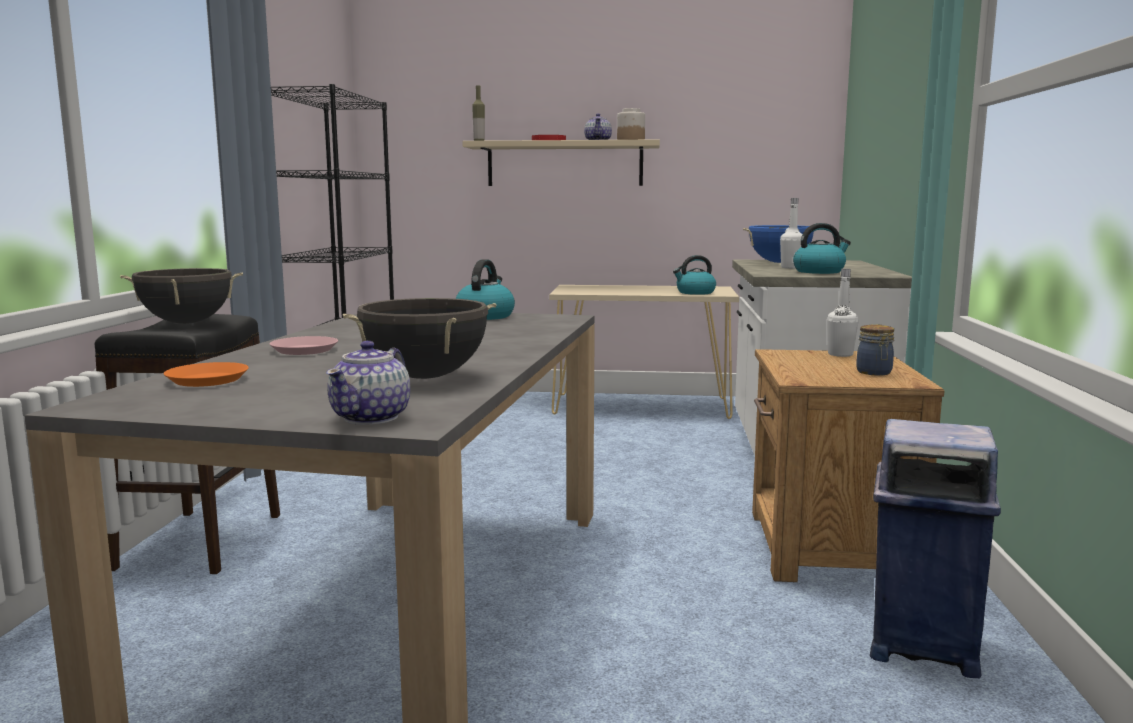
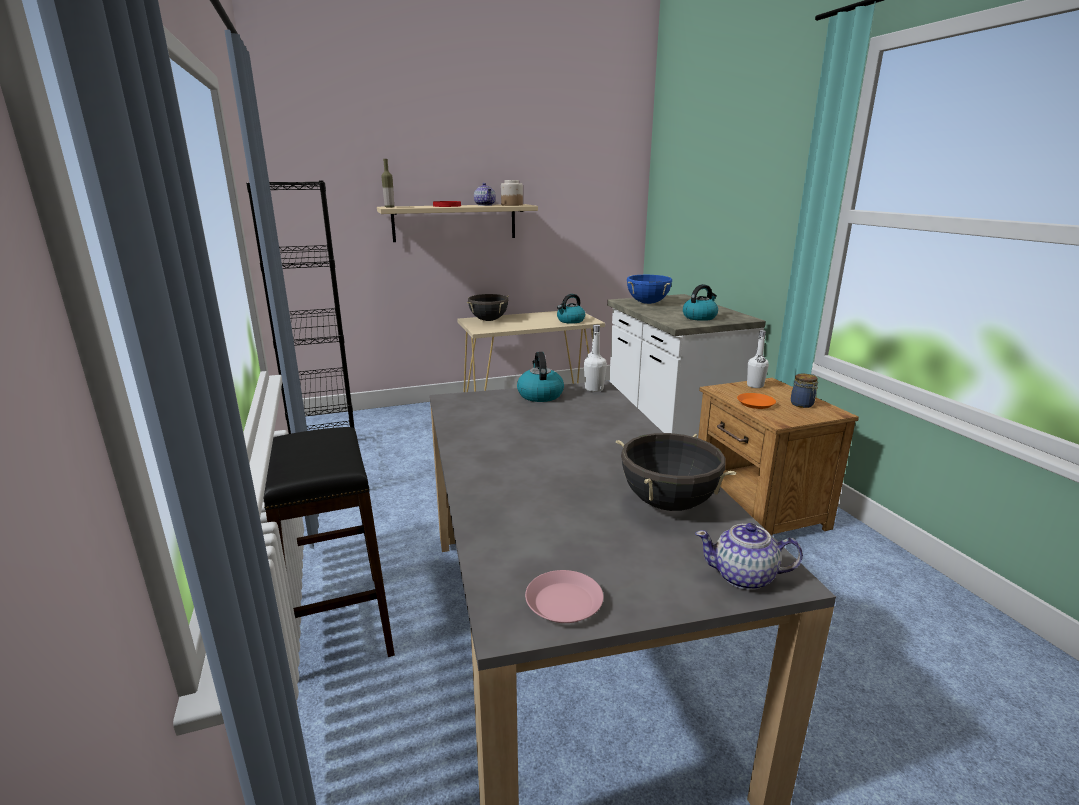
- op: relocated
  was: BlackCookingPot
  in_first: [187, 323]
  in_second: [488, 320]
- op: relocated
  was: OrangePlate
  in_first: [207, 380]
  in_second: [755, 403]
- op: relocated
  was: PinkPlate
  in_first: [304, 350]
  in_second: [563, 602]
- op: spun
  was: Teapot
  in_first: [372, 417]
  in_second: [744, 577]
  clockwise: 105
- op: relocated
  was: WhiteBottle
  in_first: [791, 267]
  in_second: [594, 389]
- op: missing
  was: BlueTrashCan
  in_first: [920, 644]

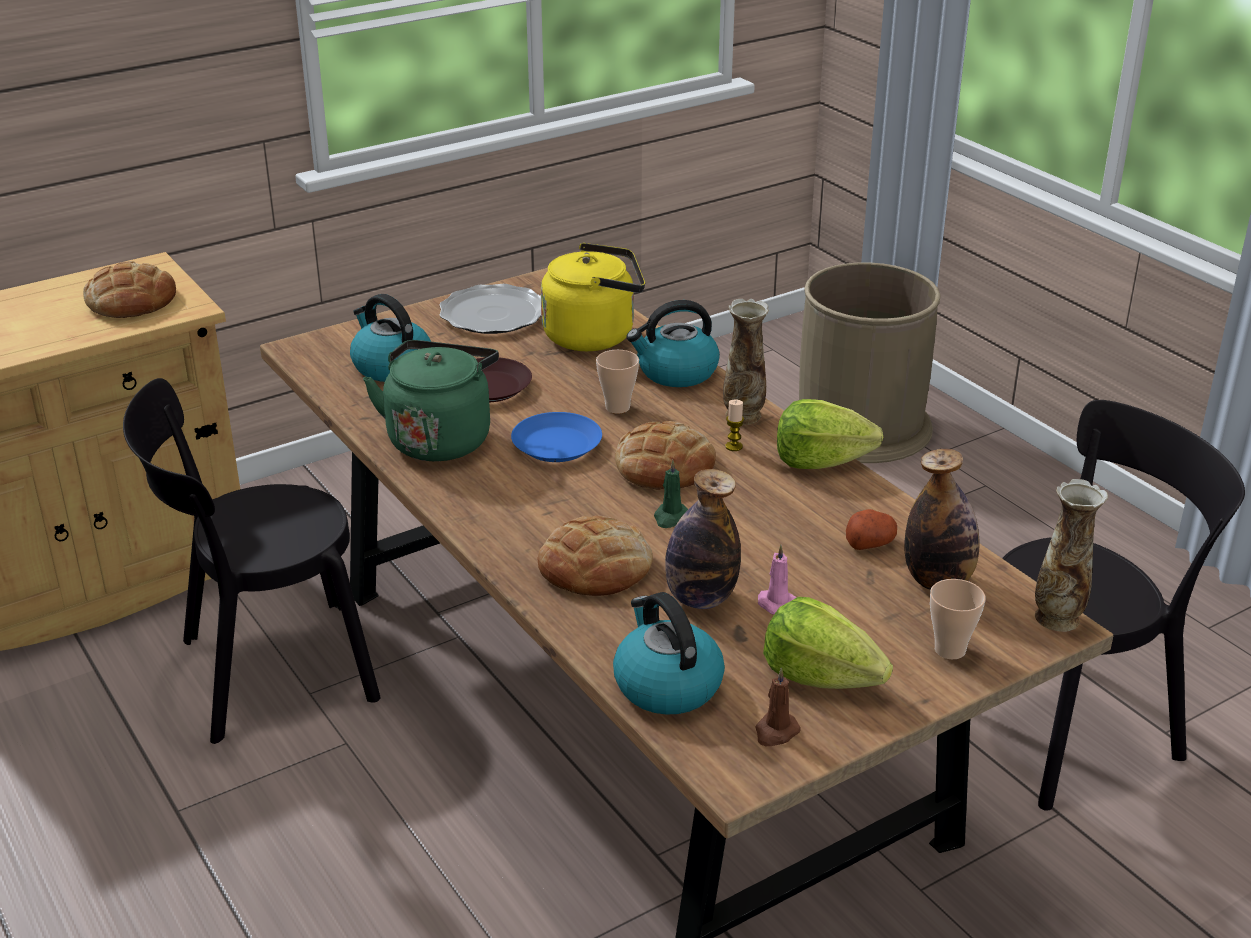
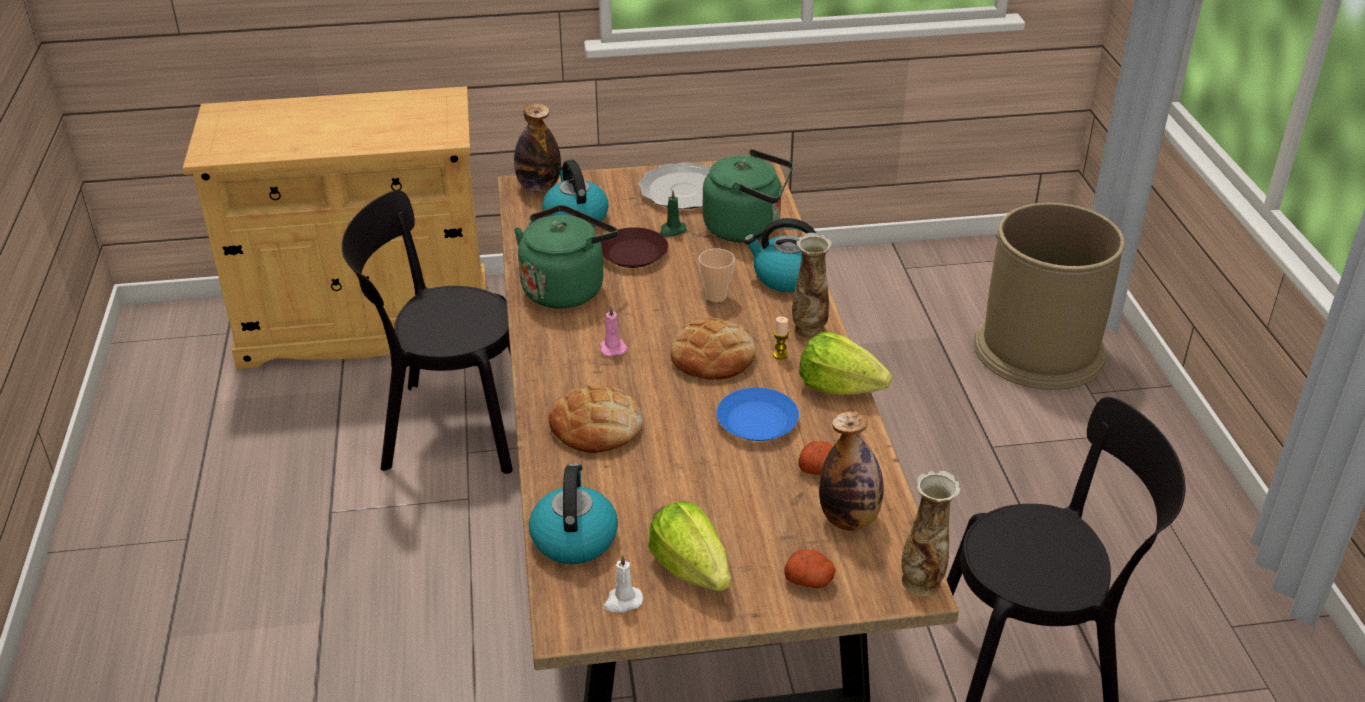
- op: missing
  was: Bread
  in_first: [131, 300]
- op: relocated
  was: BluePlate
  in_first: [558, 445]
  in_second: [758, 421]
- op: colour
  was: YellowKettle
  now: GreenKettle
  in_first: [594, 335]
  in_second: [747, 228]
- op: relocated
  was: GreenCandle
  in_first: [671, 517]
  in_second: [672, 231]
- op: relocated
  was: Bottle
  in_first: [700, 598]
  in_second: [539, 187]
- op: colour
  was: BrownCandle
  now: WhiteCandle
  in_first: [775, 732]
  in_second: [622, 601]
- op: relocated
  was: PinkCandle
  in_first: [775, 603]
  in_second: [612, 348]
- op: exchanged
  was: Cup
  now: Potato
  in_first: [950, 650]
  in_second: [809, 580]

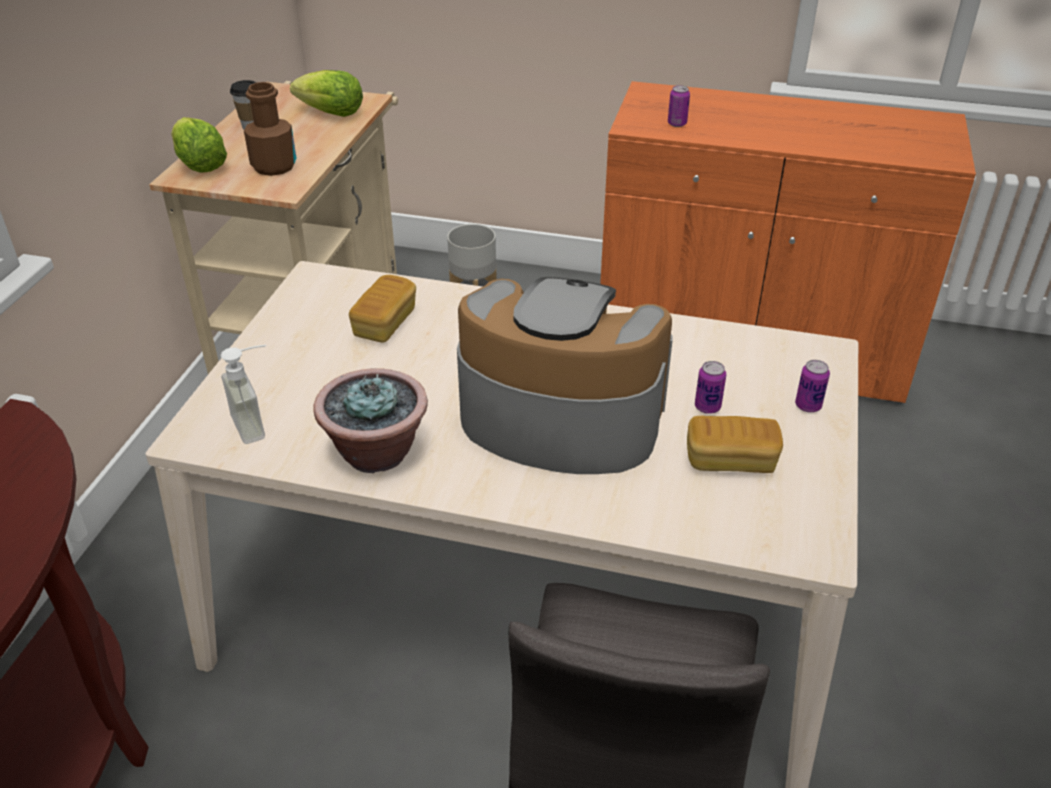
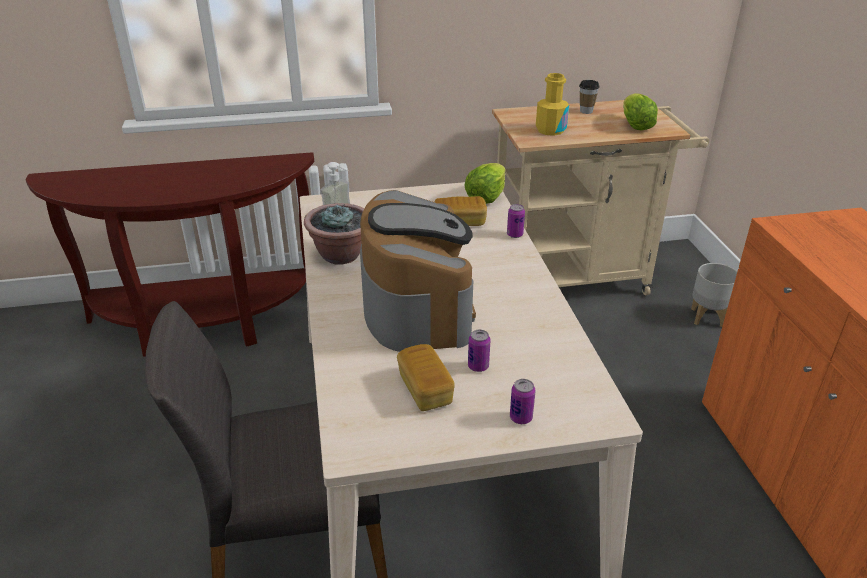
- op: relocated
  was: Lettuce
  in_first: [200, 165]
  in_second: [485, 197]
- op: colour
  was: BrownBottle
  now: YellowBottle
  in_first: [274, 166]
  in_second: [550, 130]
- op: relocated
  was: Can
  in_first: [677, 124]
  in_second: [514, 234]

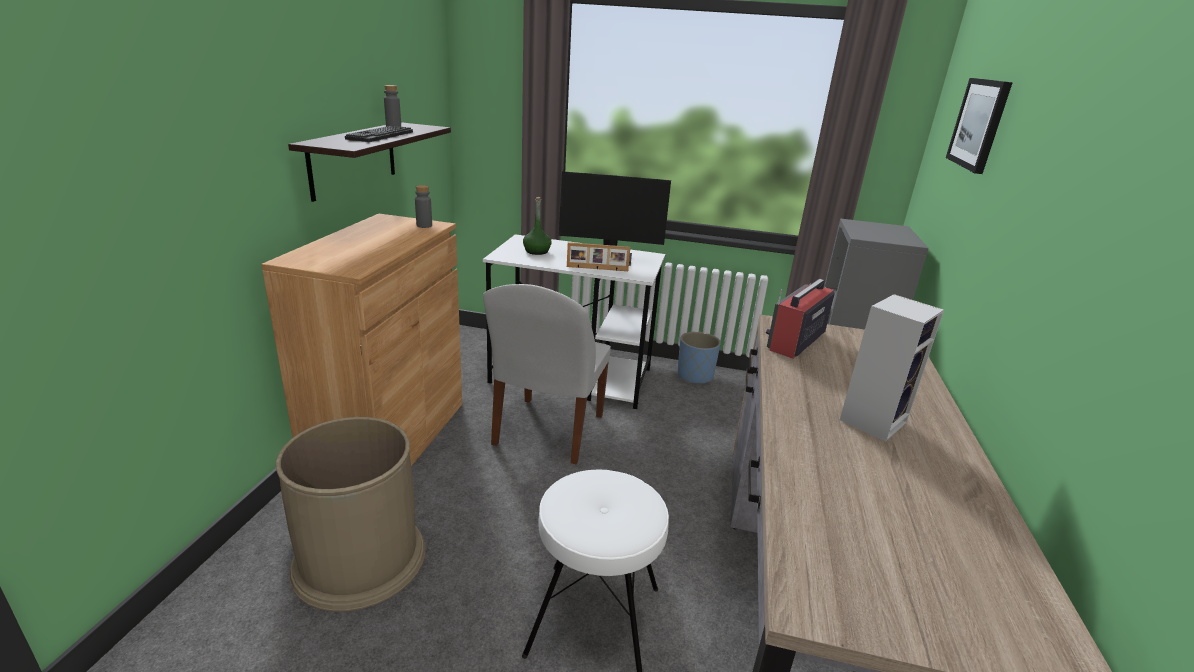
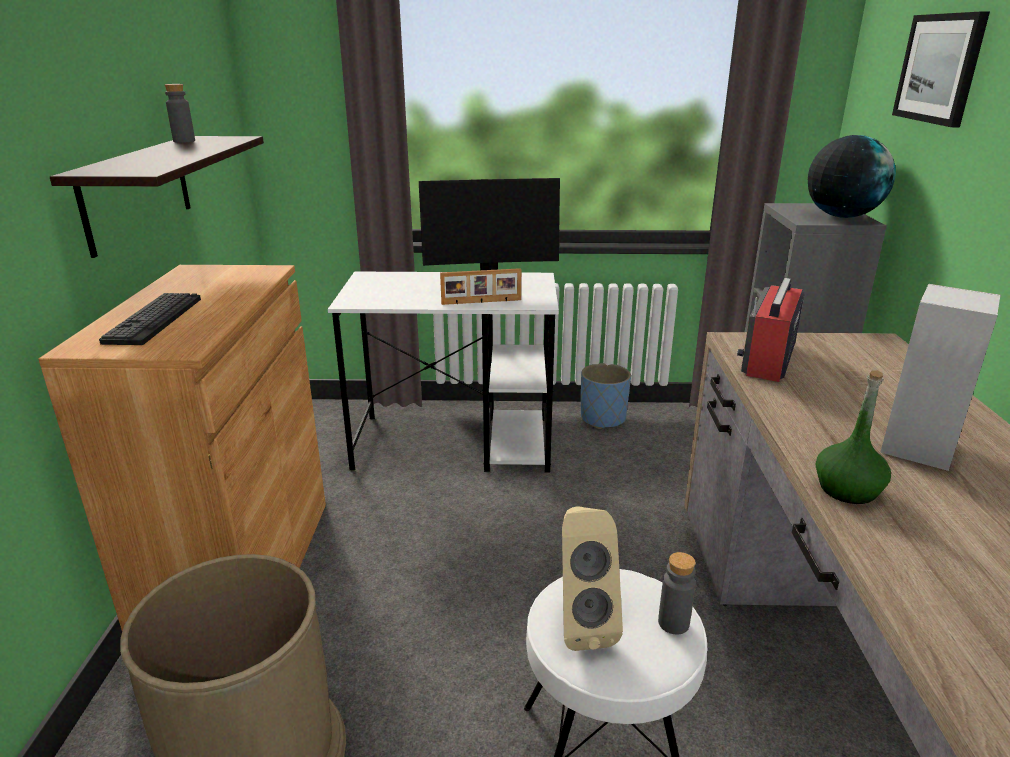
- op: relocated
  was: Keyboard
  in_first: [380, 135]
  in_second: [154, 320]
- op: relocated
  was: GreyBottle
  in_first: [424, 225]
  in_second: [673, 623]
- op: missing
  was: WhiteChair
  in_first: [547, 432]
- op: relocated
  was: GreenBottle
  in_first: [537, 251]
  in_second: [847, 490]
- op: appeared
  now: BeigeSpeaker
  in_second: [581, 624]
- op: appeared
  now: Globe
  in_second: [841, 216]

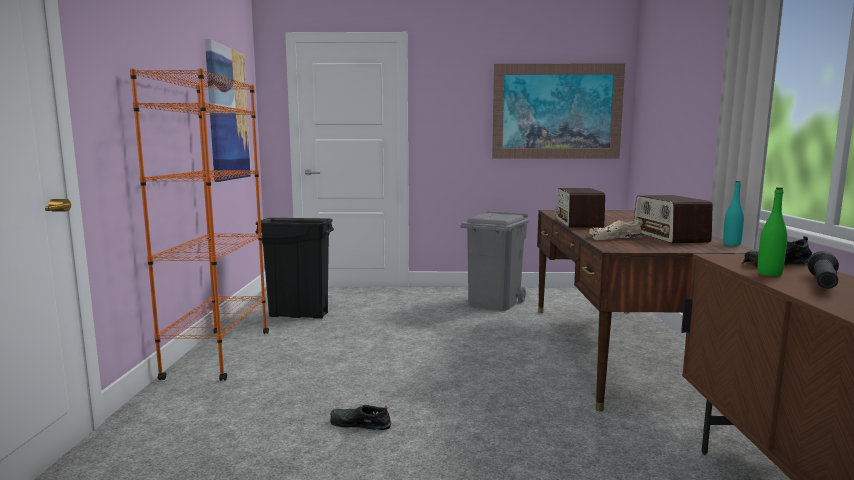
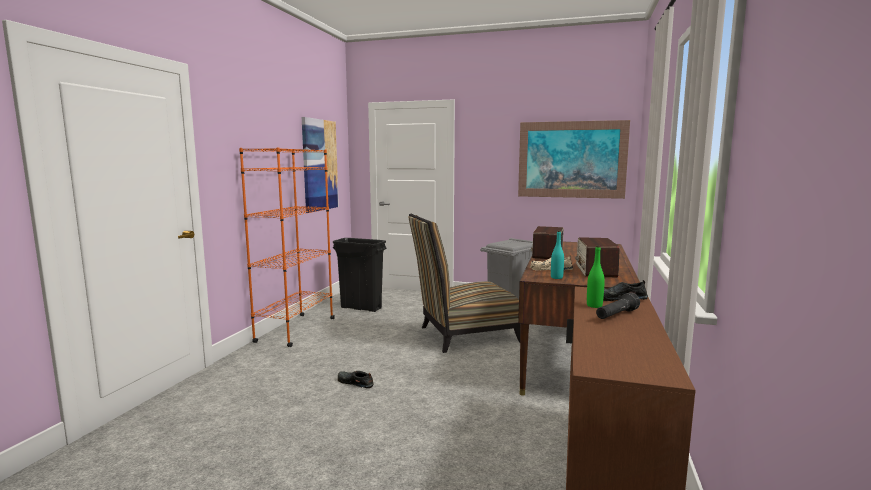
- op: relocated
  was: TurquoiseBottle
  in_first: [731, 244]
  in_second: [556, 277]
- op: appeared
  now: Chair
  in_second: [463, 335]

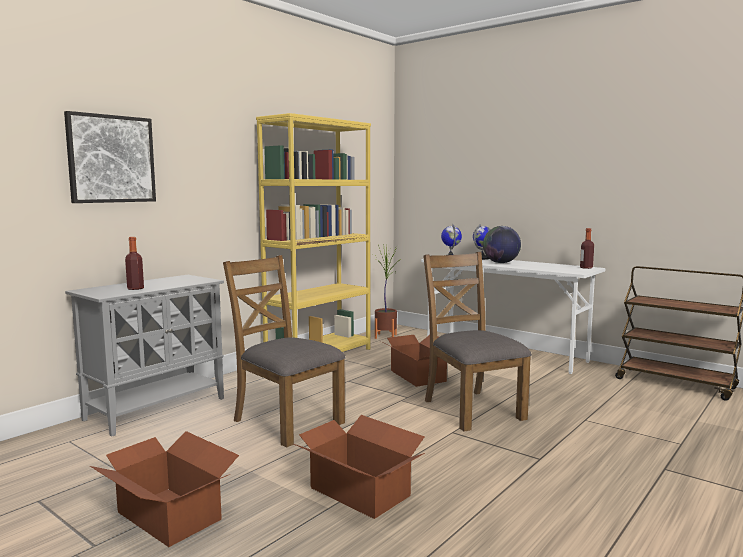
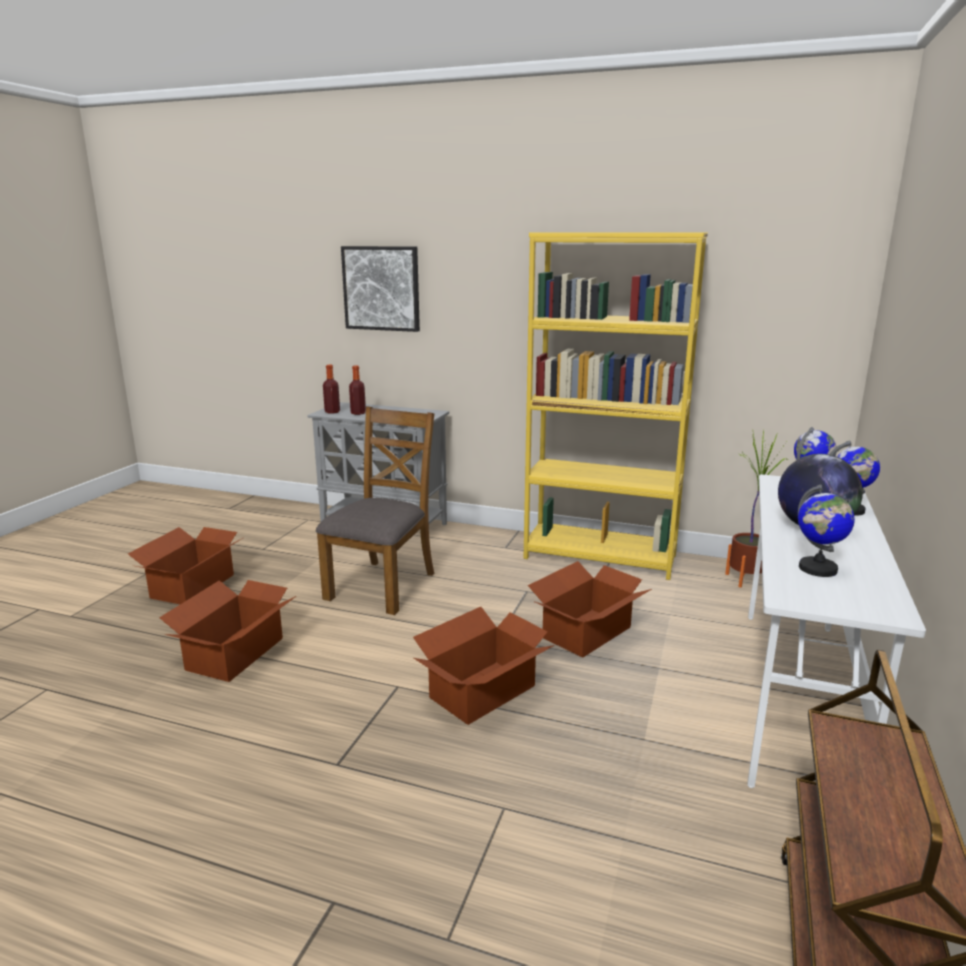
- op: exchanged
  was: BrownChair
  now: CardboardBox
  in_first: [471, 409]
  in_second: [484, 692]
- op: relocated
  was: Bottle
  in_first: [586, 267]
  in_second: [332, 412]
- op: appeared
  now: Globe
  in_second: [817, 569]

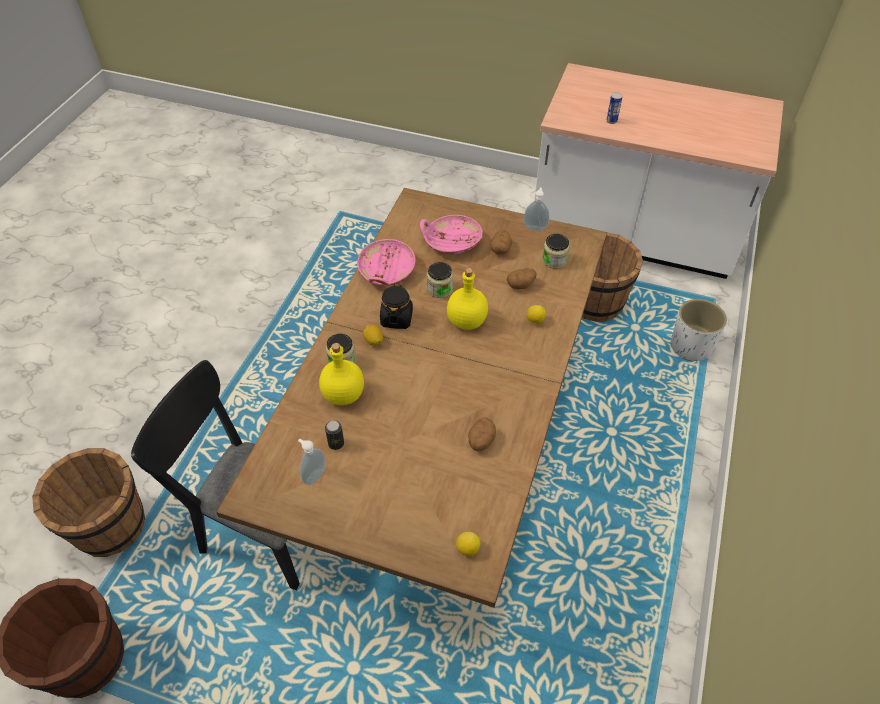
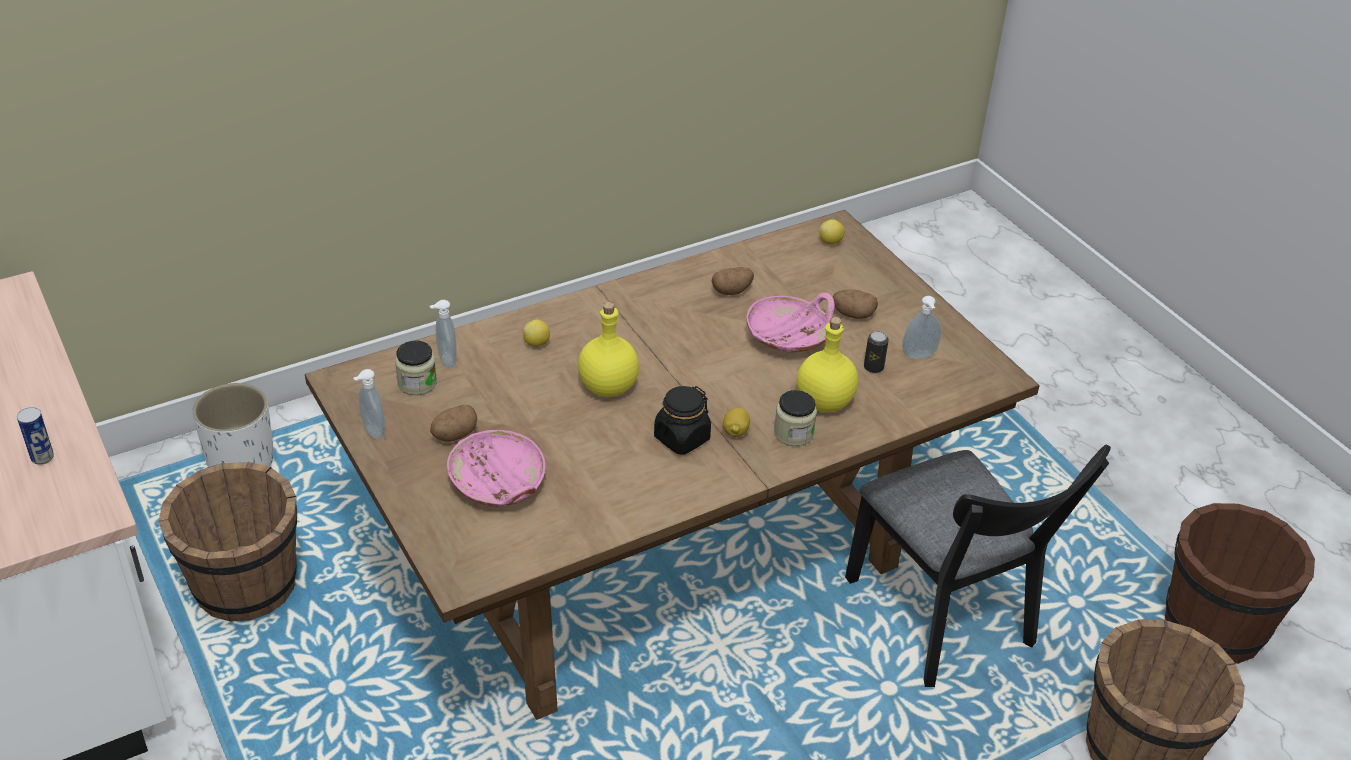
- op: relocated
  was: PinkBowl
  in_first: [386, 271]
  in_second: [789, 336]
- op: missing
  was: Jar
  in_first: [439, 289]
- op: relocated
  was: Potato
  in_first: [520, 285]
  in_second: [853, 314]
- op: appeared
  now: SoapDispenser
  in_second: [445, 361]

